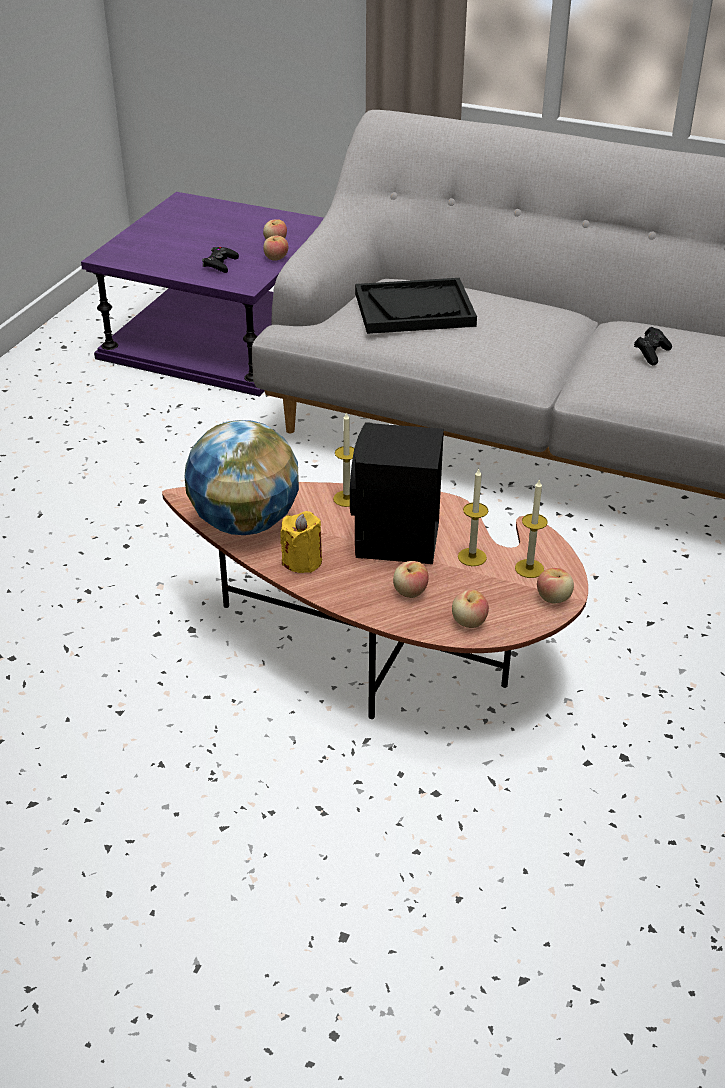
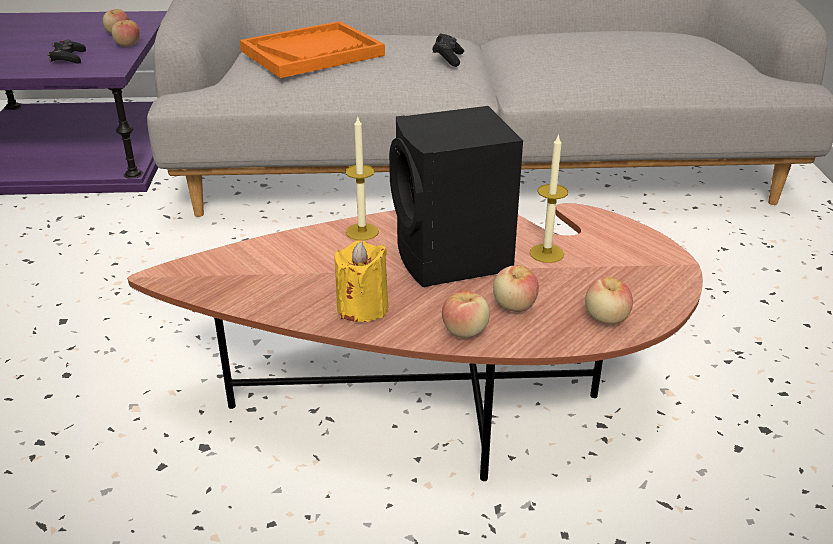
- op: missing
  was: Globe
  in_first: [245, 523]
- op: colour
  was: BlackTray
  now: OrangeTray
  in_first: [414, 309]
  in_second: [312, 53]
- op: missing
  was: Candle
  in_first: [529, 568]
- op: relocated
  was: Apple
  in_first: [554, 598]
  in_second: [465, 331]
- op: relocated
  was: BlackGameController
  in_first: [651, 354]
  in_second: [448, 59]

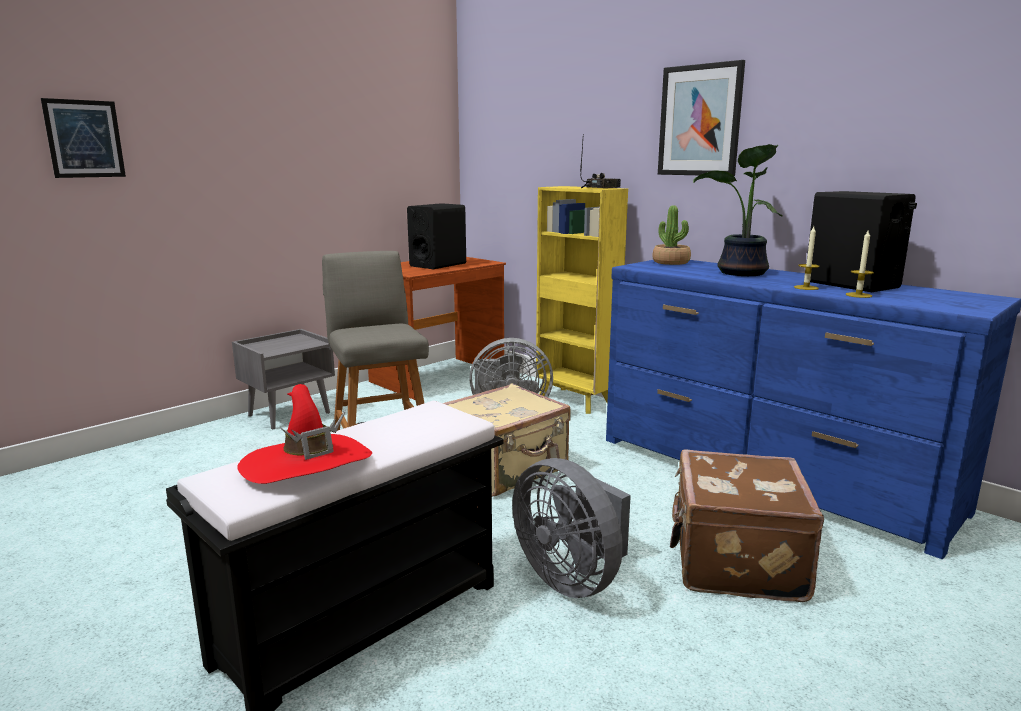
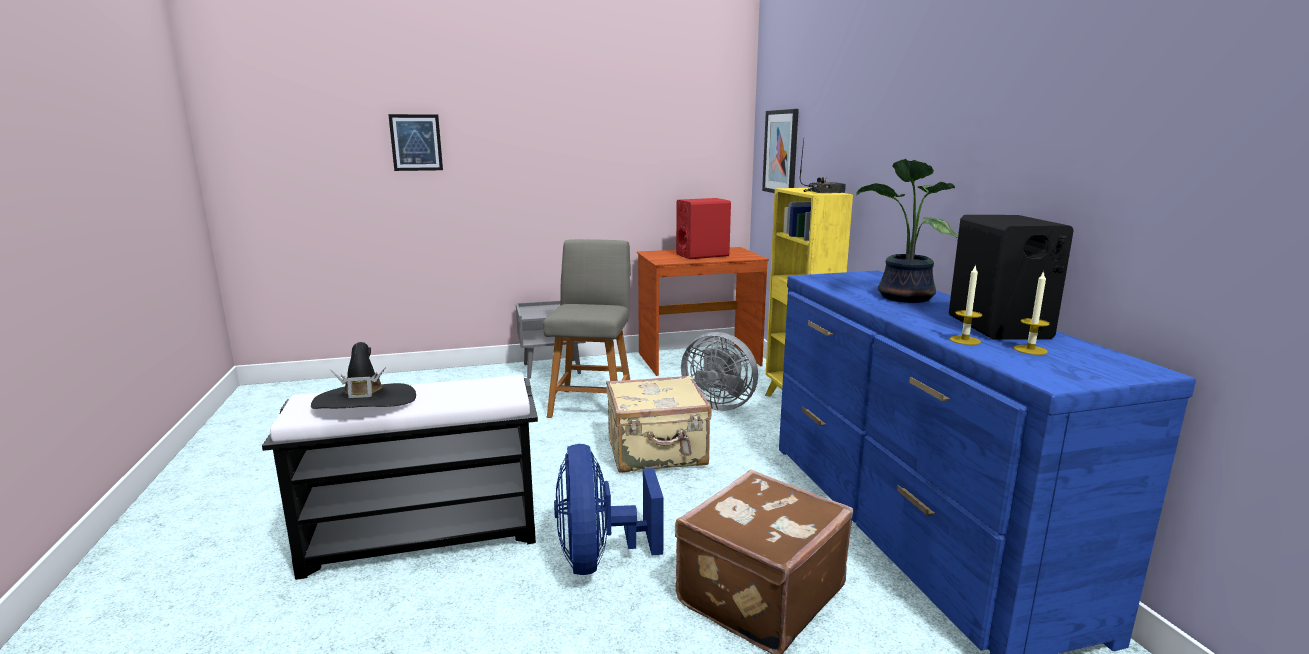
- op: colour
  was: RedHat
  now: BlackHat
  in_first: [307, 464]
  in_second: [365, 402]
- op: colour
  was: BlackSpeaker
  now: RedSpeaker
  in_first: [438, 265]
  in_second: [702, 255]
- op: colour
  was: GreyFan
  now: BlueFan
  in_first: [572, 578]
  in_second: [599, 558]
- op: missing
  was: PottedPlant
  in_first: [671, 262]
- op: relocated
  was: Picture
  in_first: [700, 120]
  in_second: [781, 152]
- op: relocated
  was: Candle
  in_first: [806, 287]
  in_second: [1030, 350]

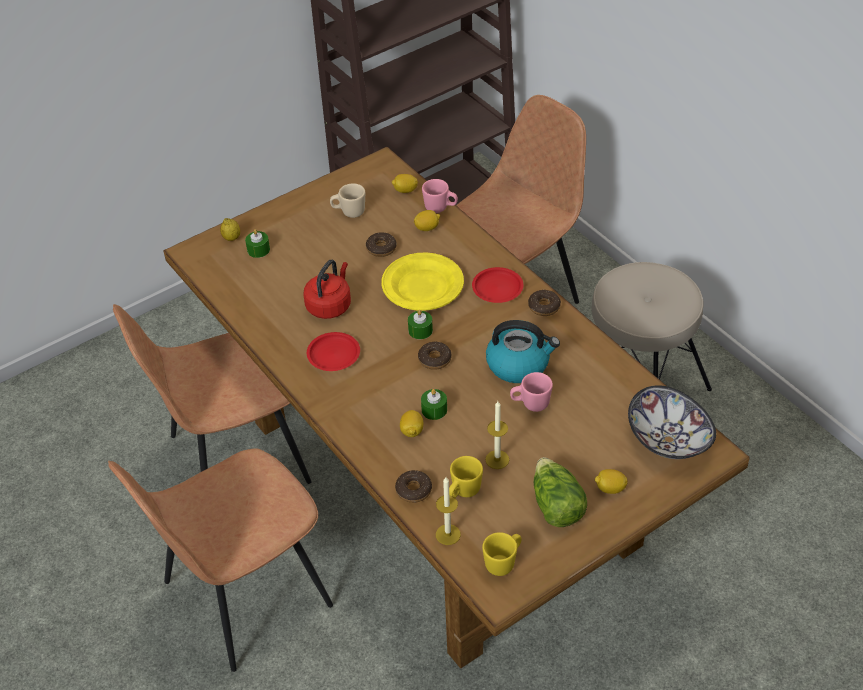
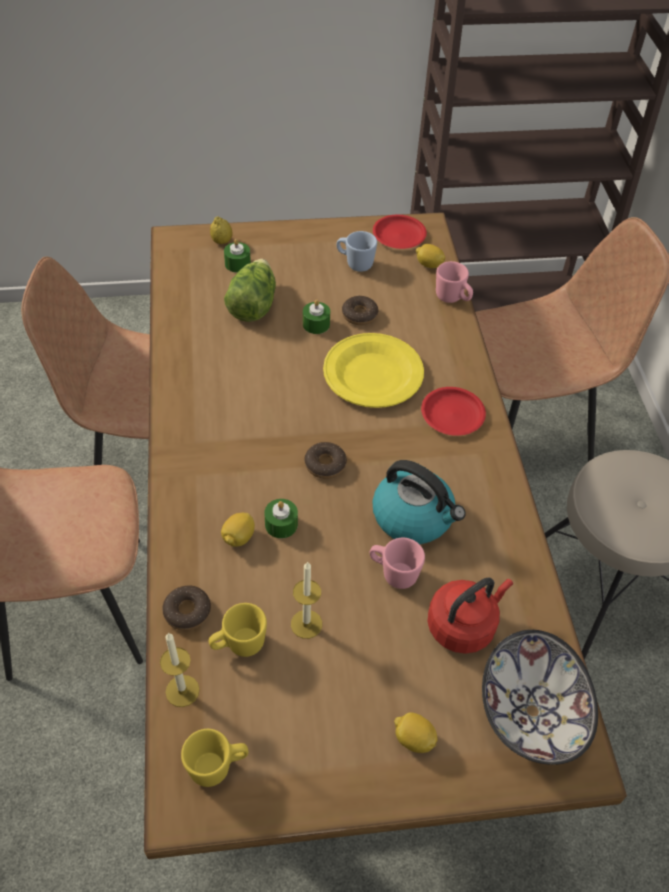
- op: relocated
  was: RedKettle
  in_first: [330, 305]
  in_second: [463, 625]
- op: relocated
  was: RedPlate
  in_first: [333, 355]
  in_second: [398, 235]
- op: colour
  was: BeigeMug
  now: BlueMug
  in_first: [349, 212]
  in_second: [355, 263]
- op: relocated
  was: GreenCandle
  in_first: [420, 330]
  in_second: [316, 324]
- op: missing
  was: Lemon
  in_first: [427, 228]
- op: missing
  was: Donut
  in_first: [544, 306]
- op: relocated
  was: Lettuce
  in_first: [555, 505]
  in_second: [252, 304]

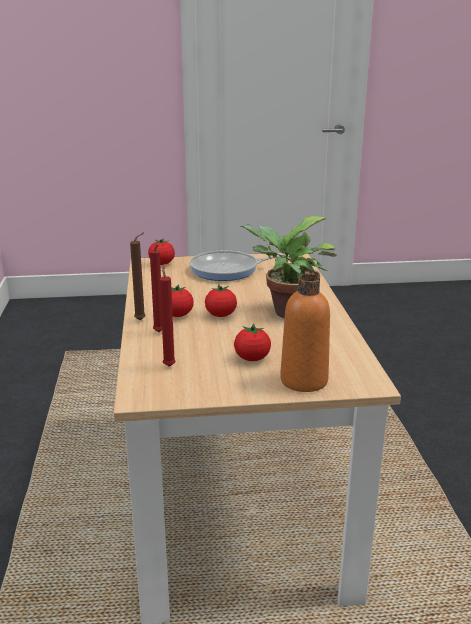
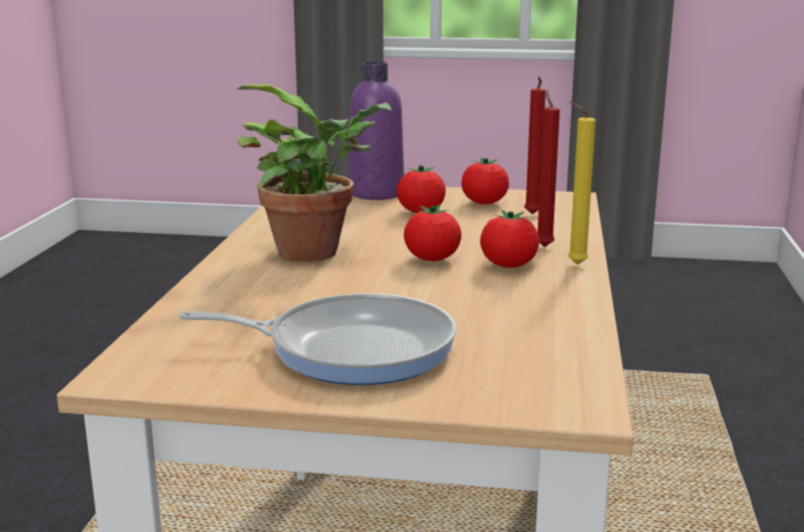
- op: colour
  was: BrownCandle
  now: YellowCandle
  in_first: [142, 320]
  in_second: [574, 264]
- op: relocated
  was: Tomato
  in_first: [162, 264]
  in_second: [484, 203]
- op: colour
  was: OrangeBottle
  now: PurpleBottle
  in_first: [304, 381]
  in_second: [376, 193]

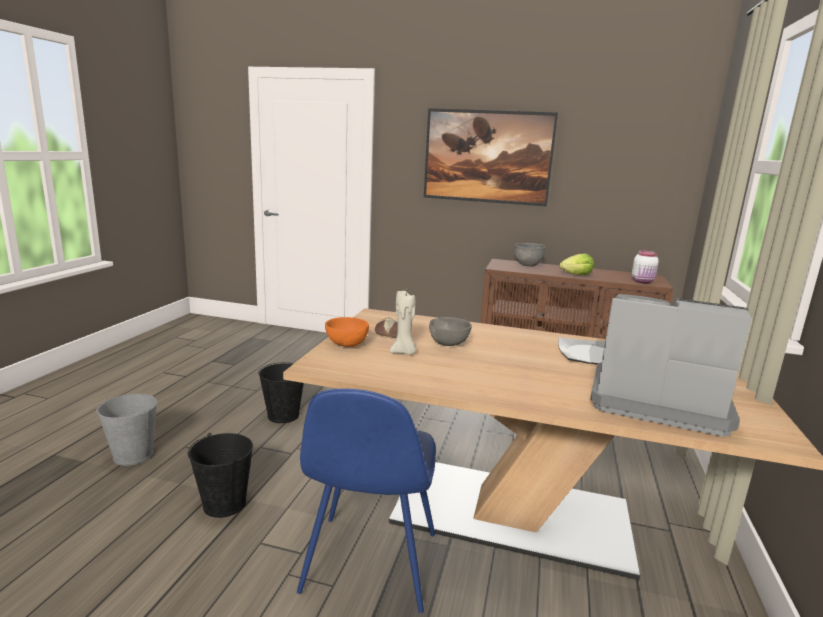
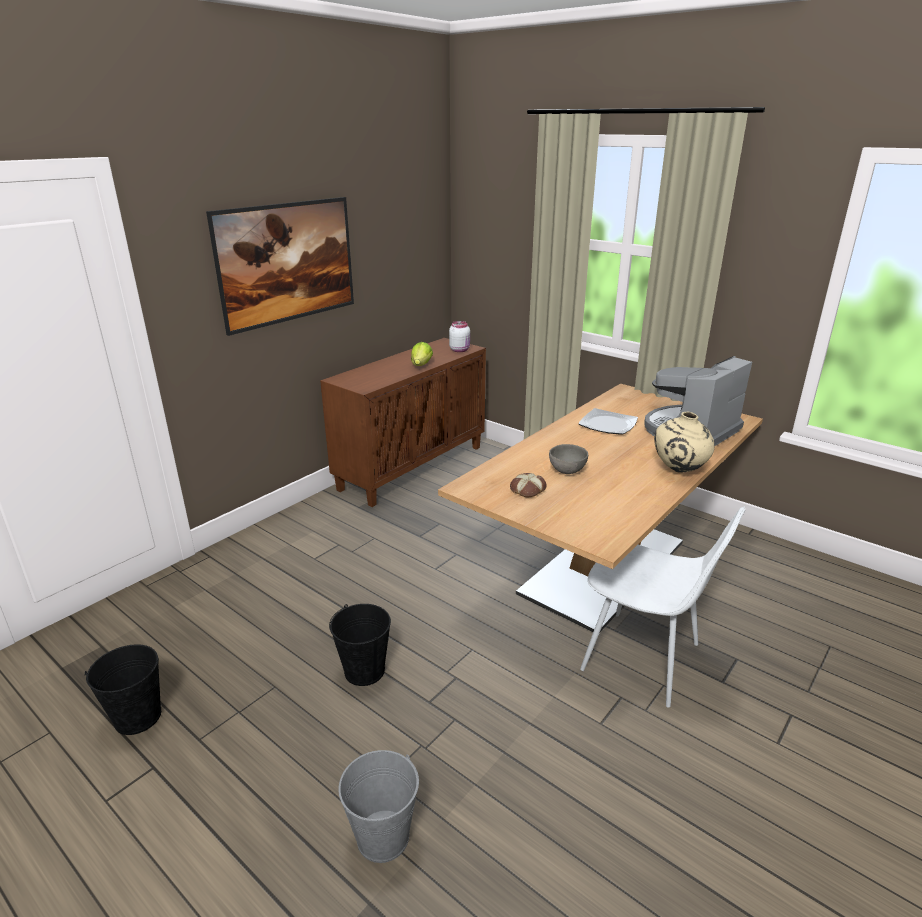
- op: relocated
  was: BlackBucket
  in_first: [225, 503]
  in_second: [138, 717]
- op: colour
  was: BlueChair
  now: WhiteChair
  in_first: [369, 565]
  in_second: [644, 658]
- op: missing
  was: OrangeBowl
  in_first: [347, 345]
- op: missing
  was: BeigeCandle
  in_first: [404, 352]
- op: missing
  was: GreyBowl
  in_first: [527, 265]
- op: appeared
  now: BeigeVase
  in_second: [679, 470]

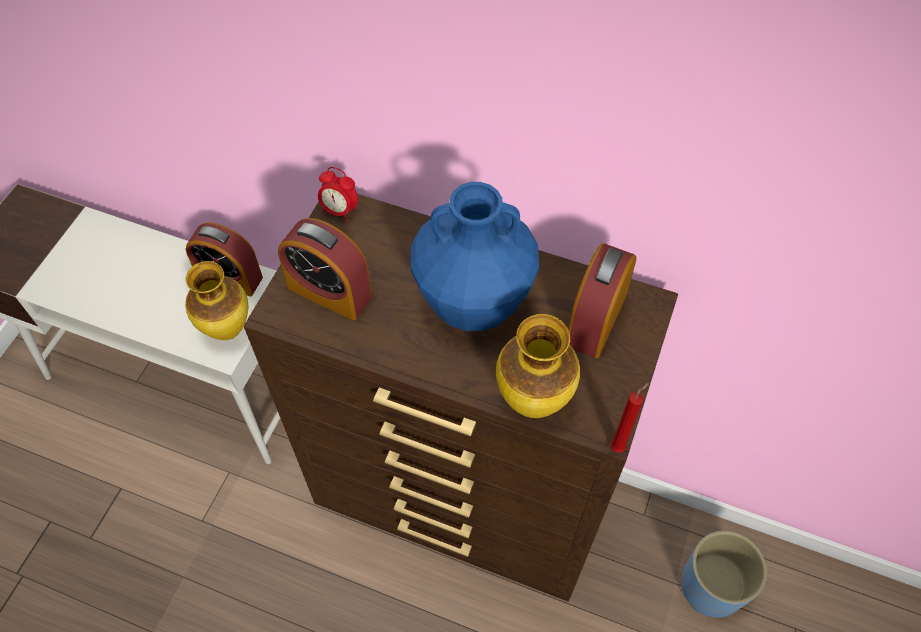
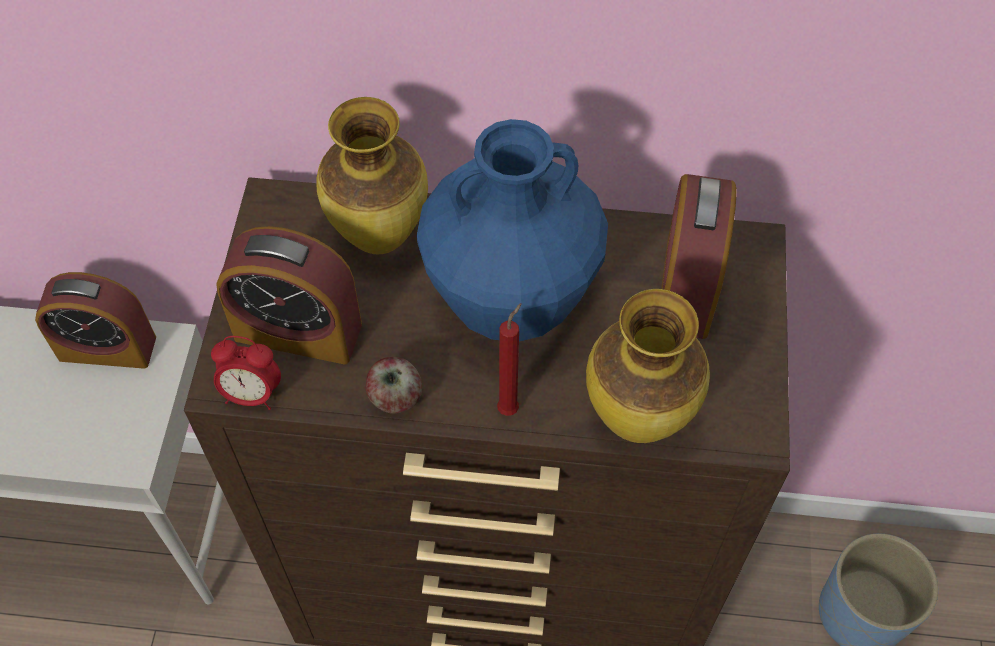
- op: relocated
  was: Vase
  in_first: [228, 330]
  in_second: [381, 237]
- op: relocated
  was: AlarmClock
  in_first: [339, 210]
  in_second: [252, 394]
- op: relocated
  was: RedCandle
  in_first: [619, 446]
  in_second: [510, 407]
- op: appeared
  now: Apple
  in_second: [395, 398]

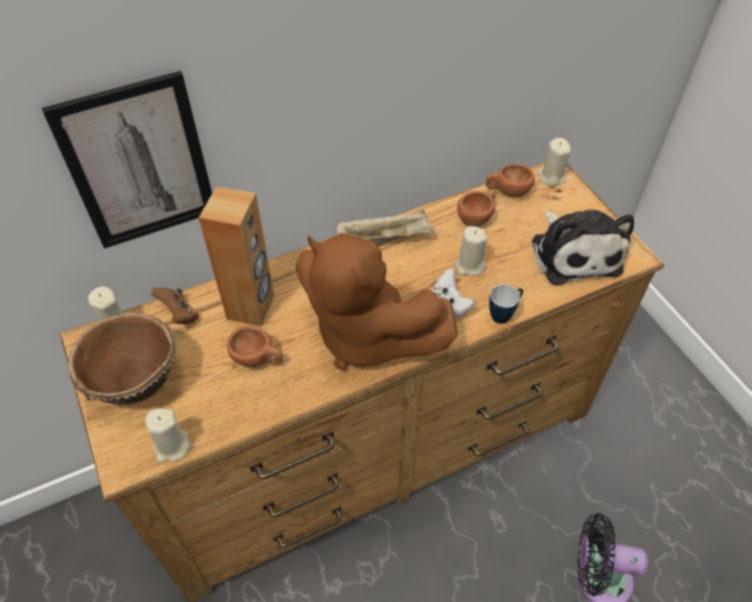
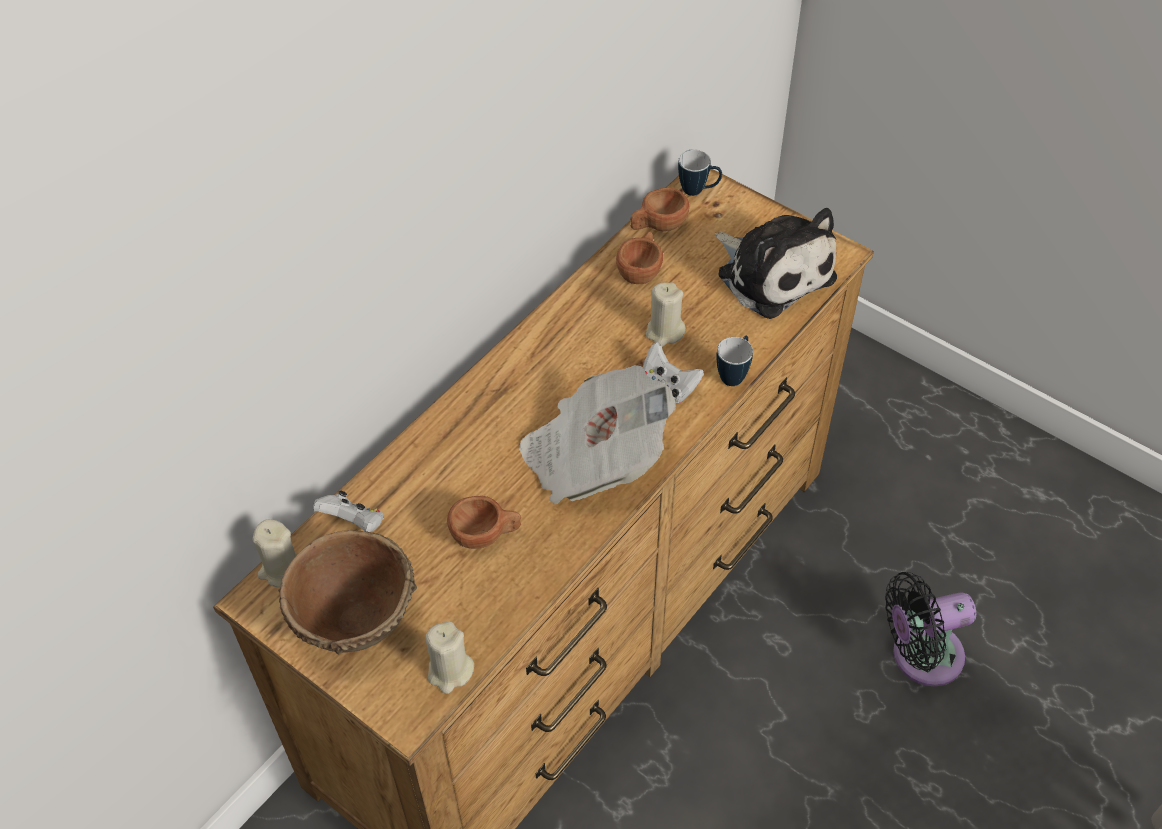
- op: missing
  was: Picture
  in_first: [139, 164]
- op: colour
  was: BrownGameController
  now: WhiteGameController
  in_first: [179, 314]
  in_second: [354, 523]
- op: missing
  was: BrownSpeaker
  in_first: [251, 307]
- op: exchanged
  was: BrownPlushToy
  now: Newspaper
  in_first: [366, 335]
  in_second: [594, 458]
- op: missing
  was: BeigeTray
  in_first: [385, 239]
- op: exchanged
  was: BeigeCandle
  now: Mug
  in_first: [551, 177]
  in_second: [698, 190]

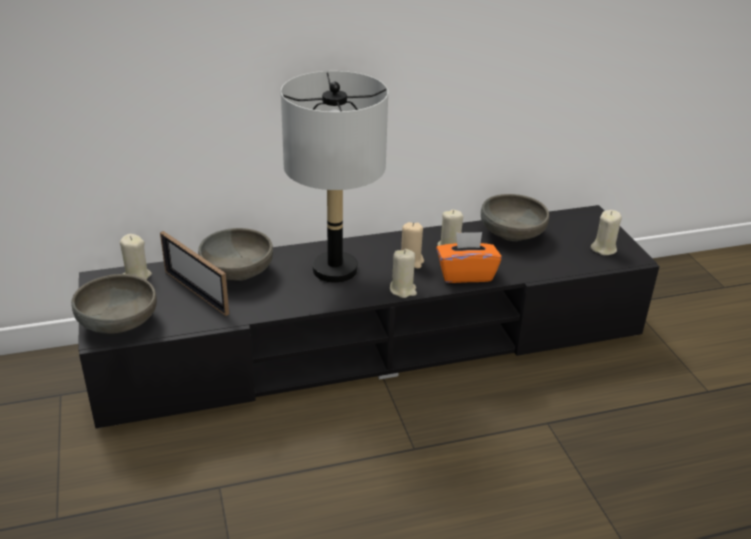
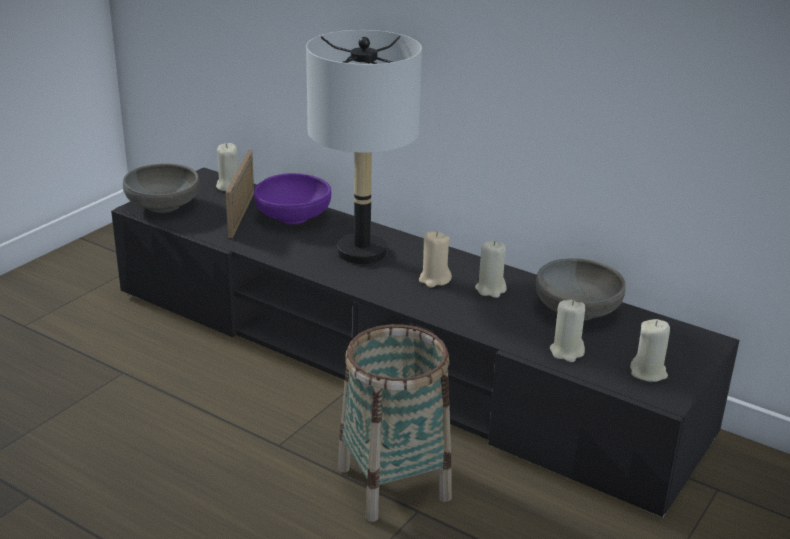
- op: colour
  was: GreyBowl
  now: PurpleBowl
  in_first: [237, 272]
  in_second: [293, 217]
- op: relocated
  was: BeigeCandle
  in_first: [403, 290]
  in_second: [567, 352]
- op: missing
  was: OrangeTissueBox
  in_first: [465, 274]
- op: appeared
  now: Basket
  in_second: [393, 483]

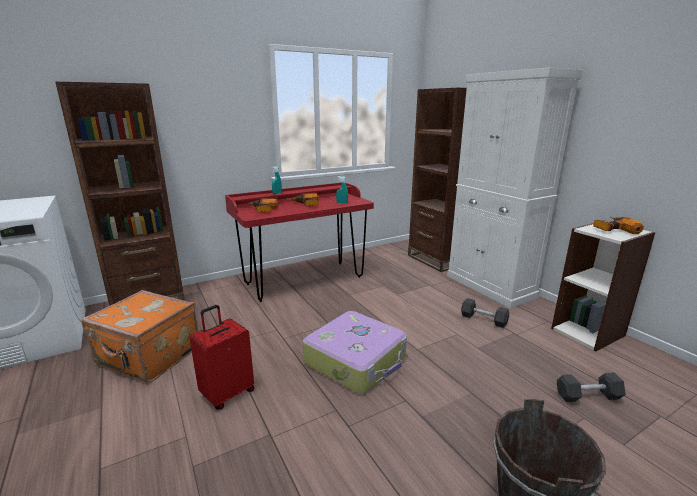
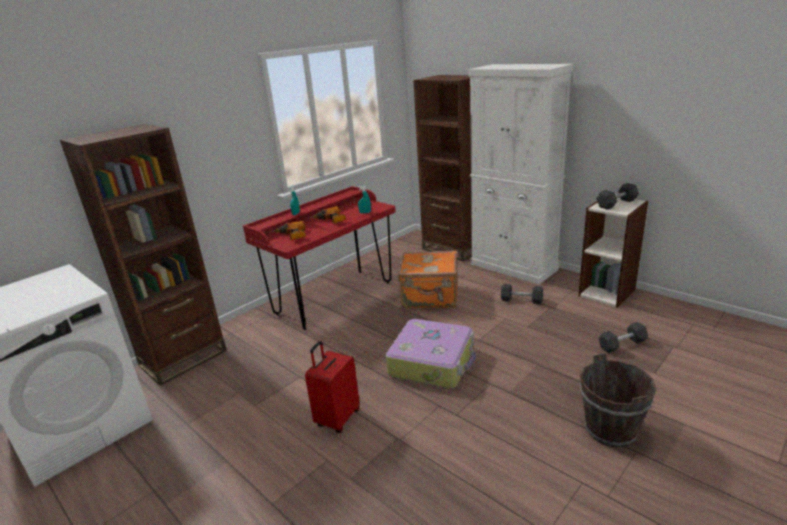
- op: relocated
  was: OrangeSuitcase
  in_first: [148, 357]
  in_second: [430, 297]
- op: exchanged
  was: PowerDrill
  now: GreyDumbbell
  in_first: [612, 229]
  in_second: [616, 203]

